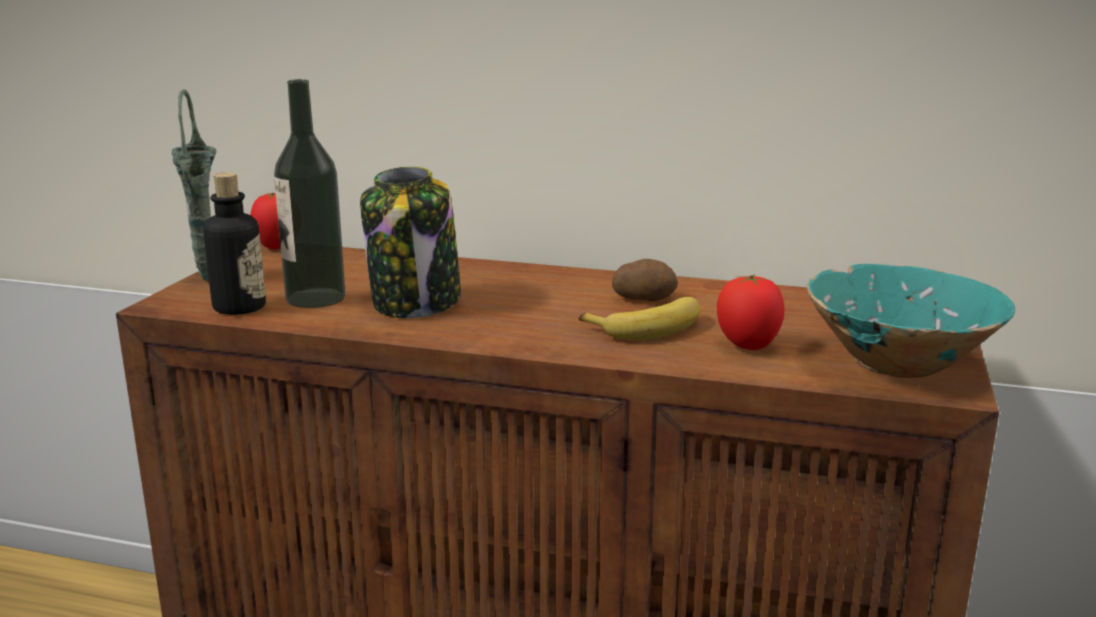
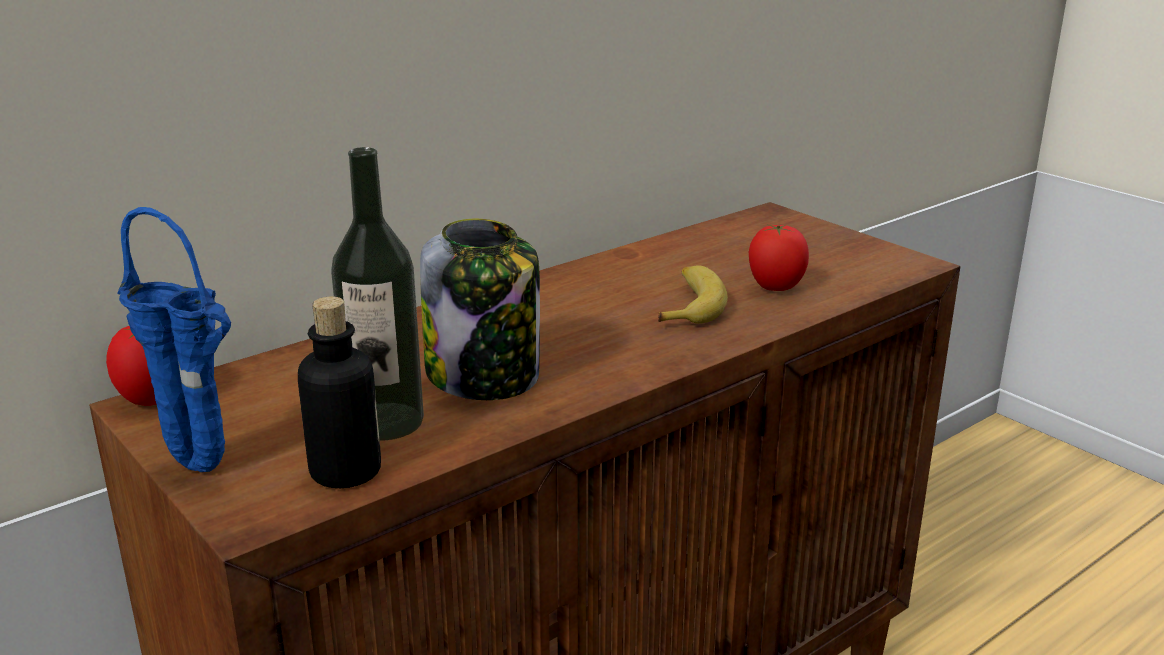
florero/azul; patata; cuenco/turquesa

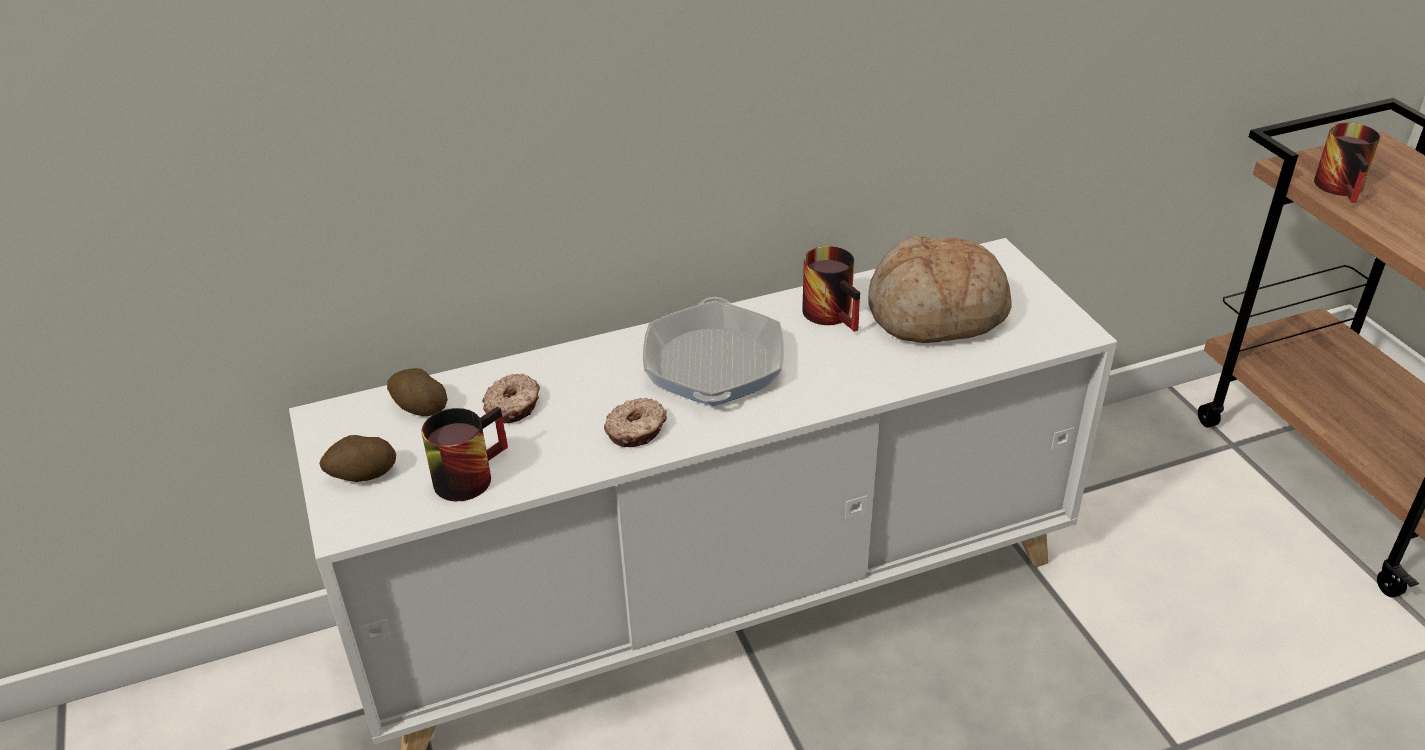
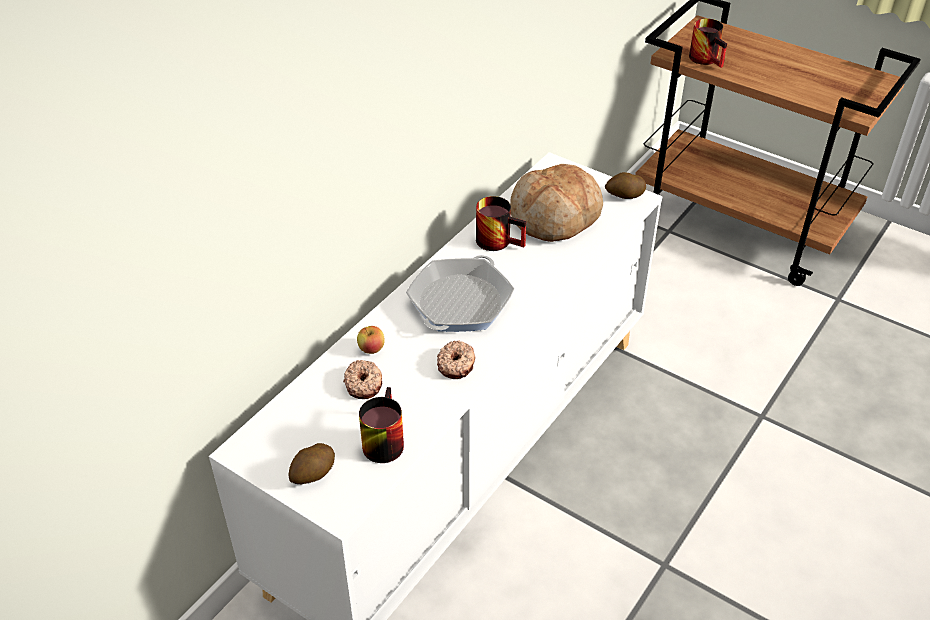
patata (no. 2 from left); sartén; manzana

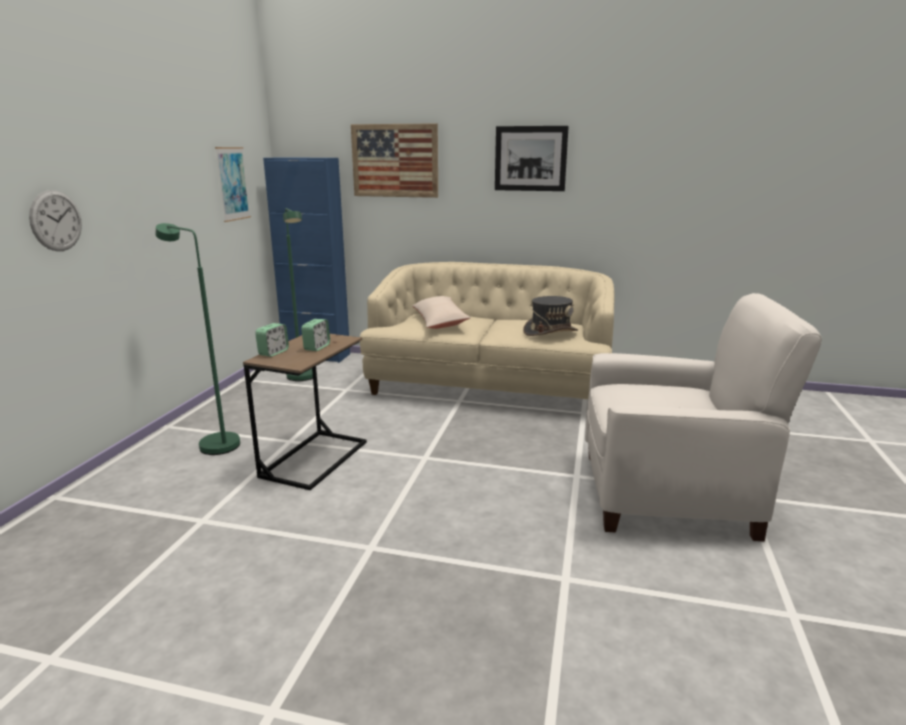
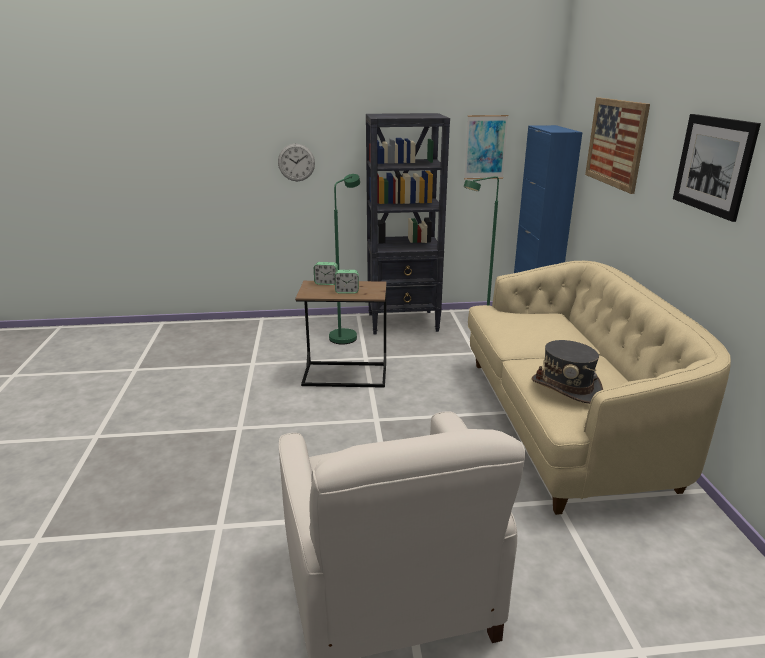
cojín/beis; estantería/negro

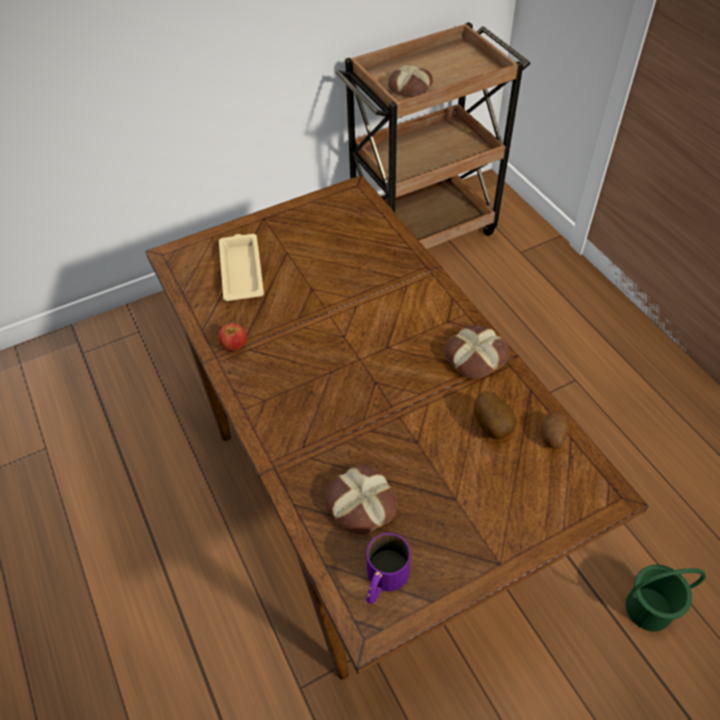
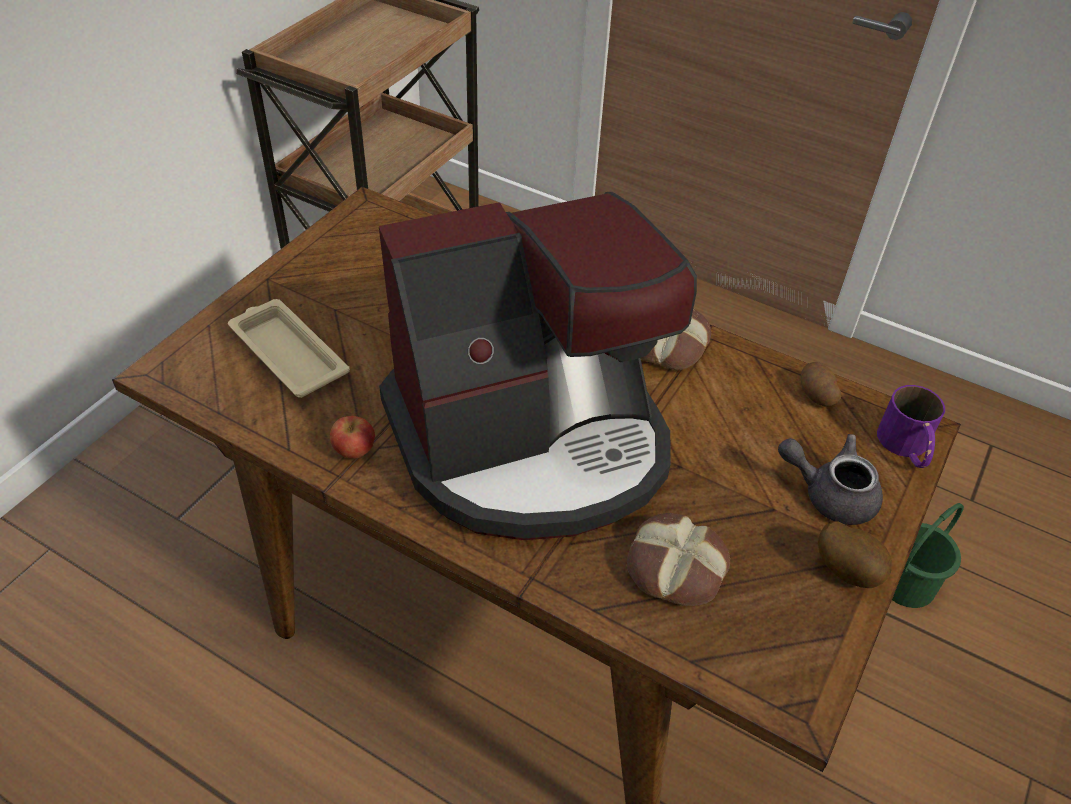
taza grande/morado; pan (no. 2 from left in the first image); patata (no. 2 from left); cafetera; tetera/gris

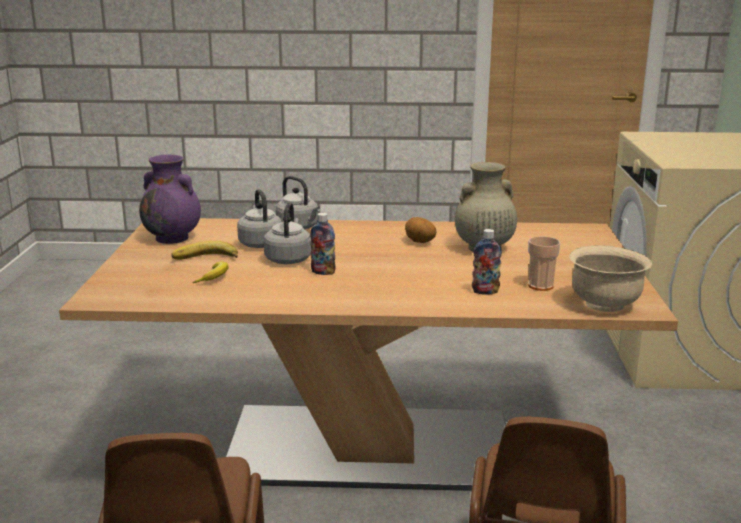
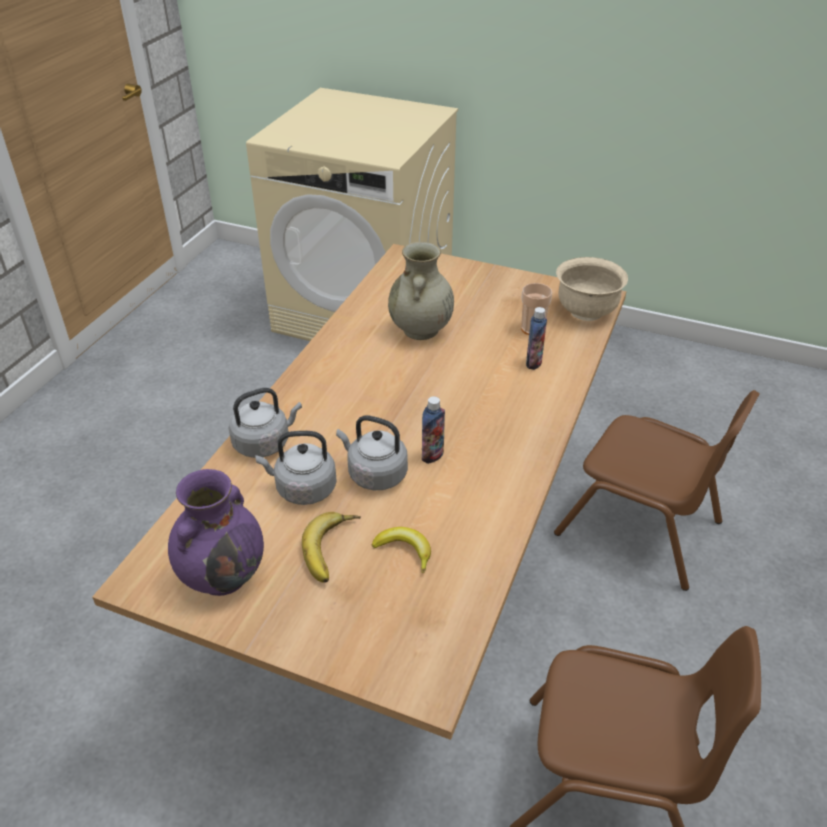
patata

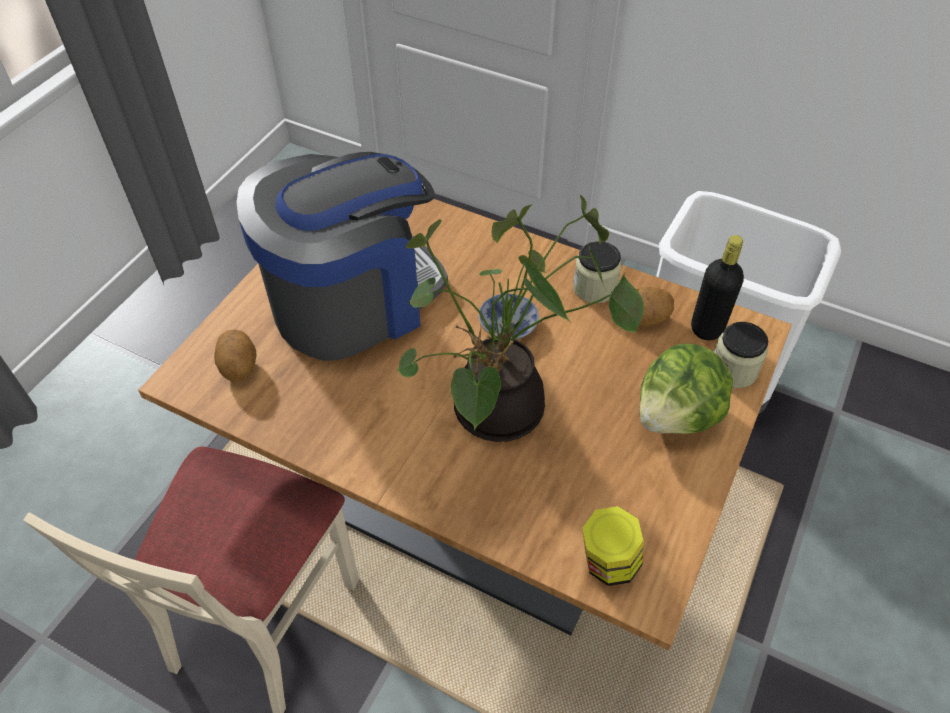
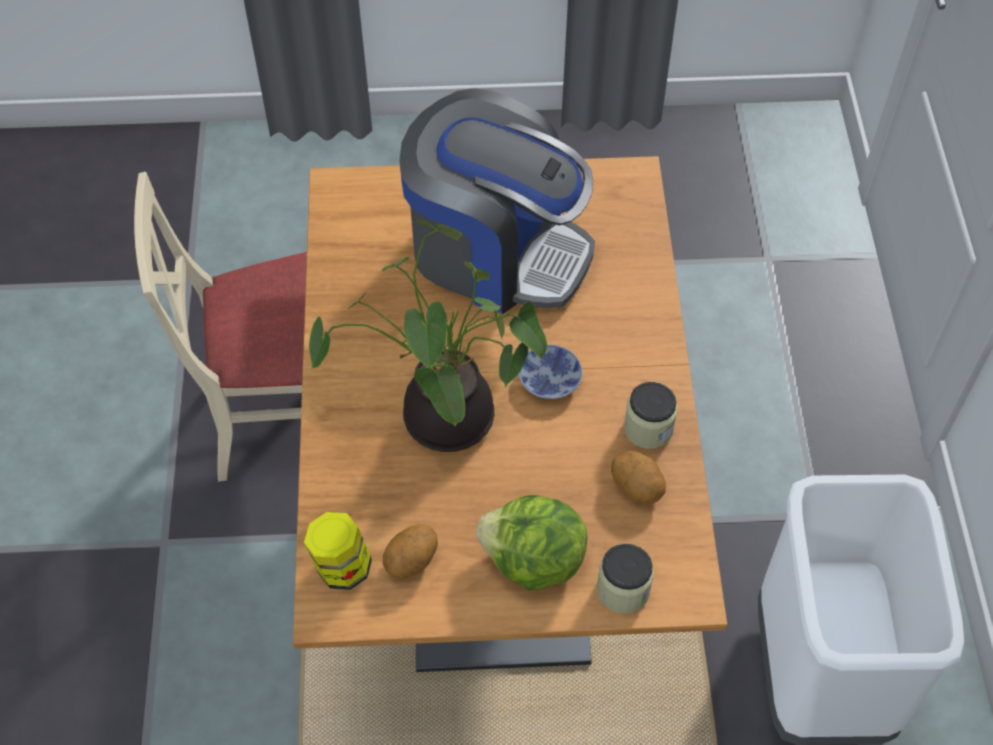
patata (no. 1 from left); botella/negro

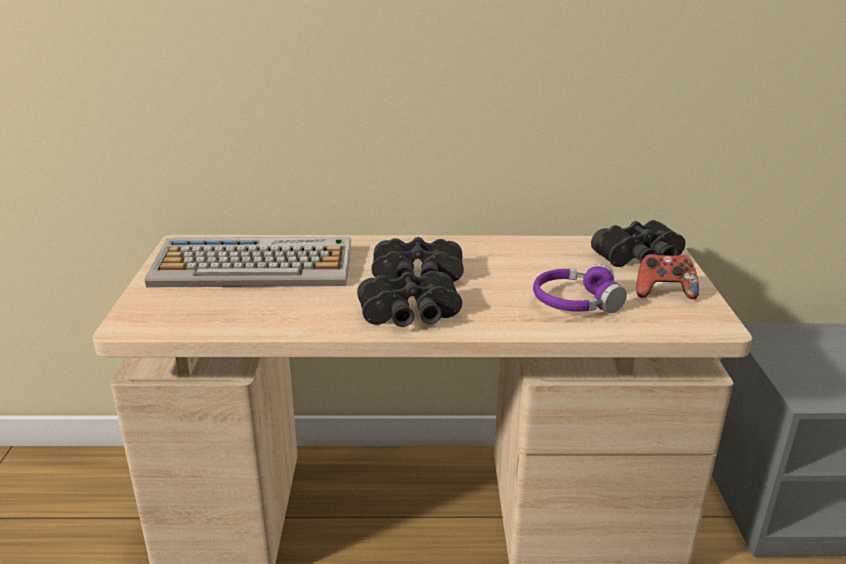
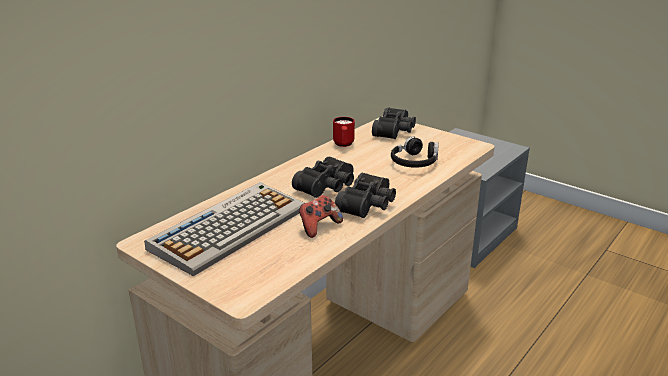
auriculares/negro; mando de consola; taza grande/rojo

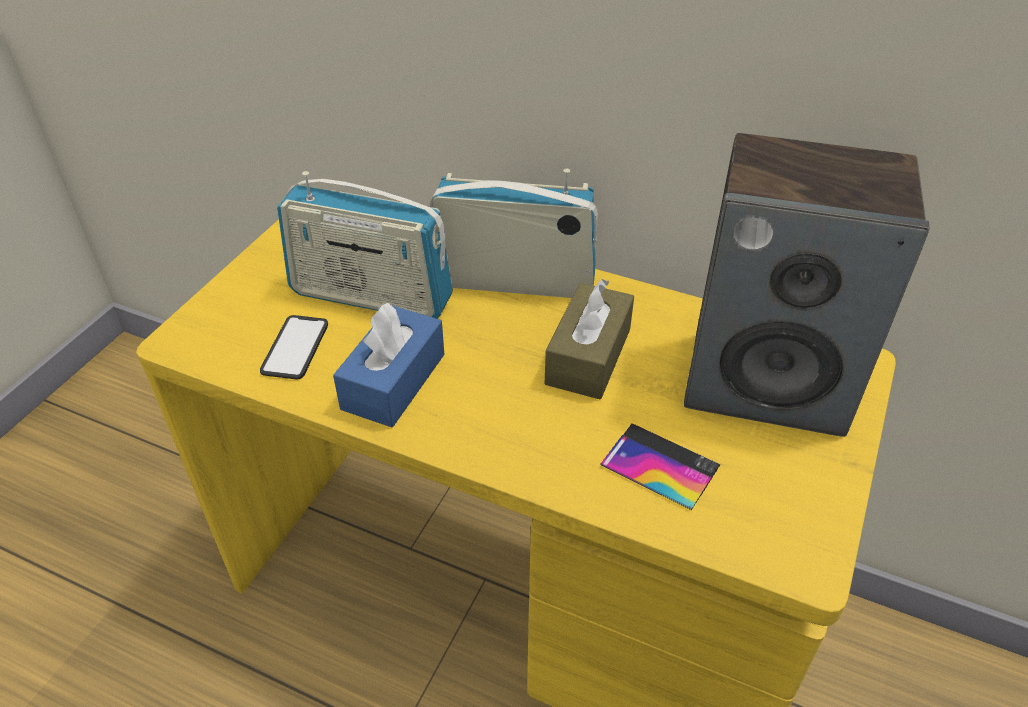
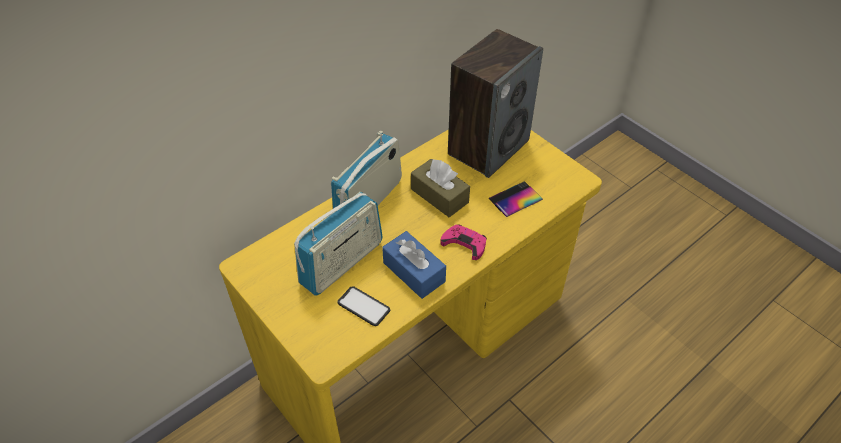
mando de consola/rosa

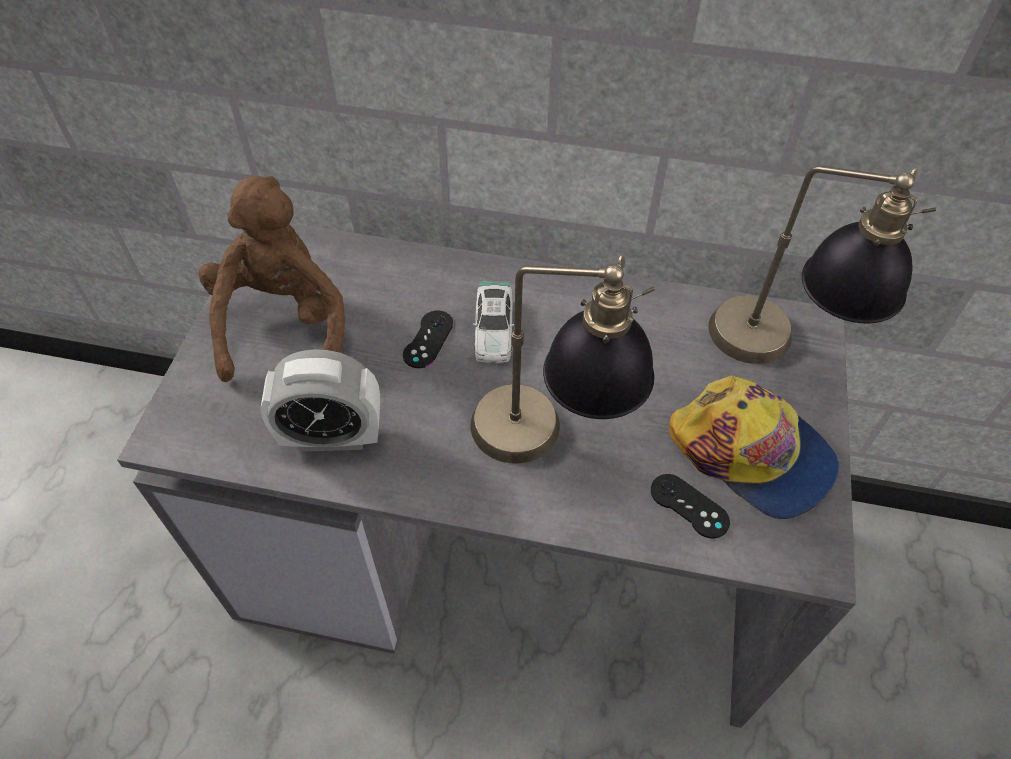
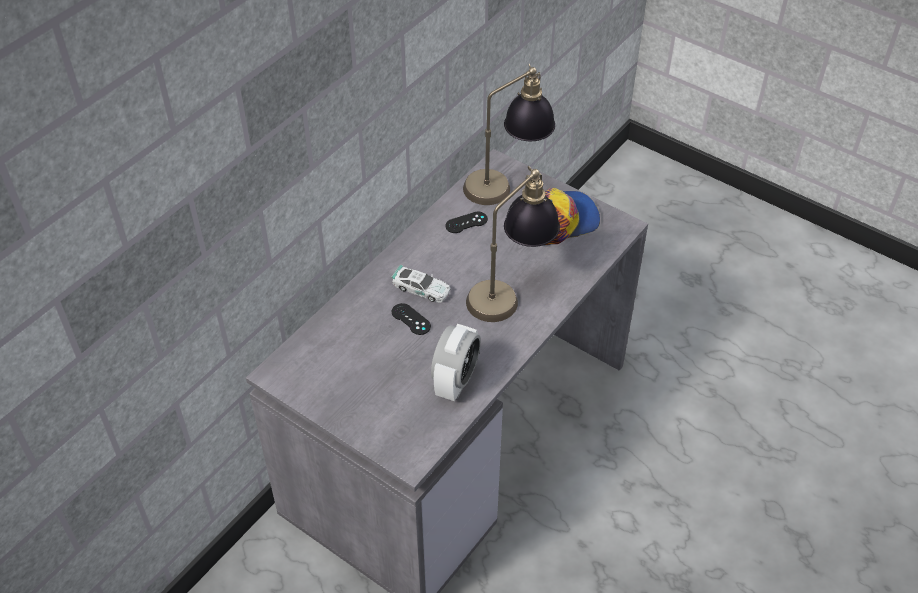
peluche/marrón; mando de consola/negro (no. 2 from left)

